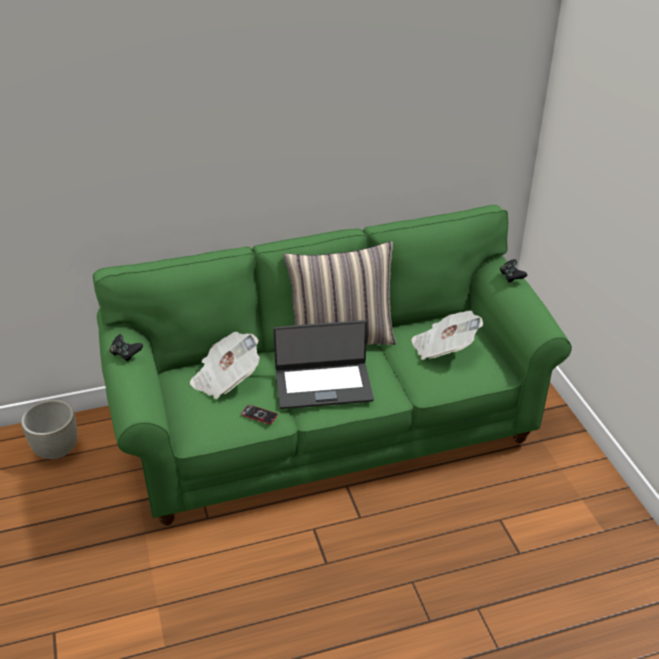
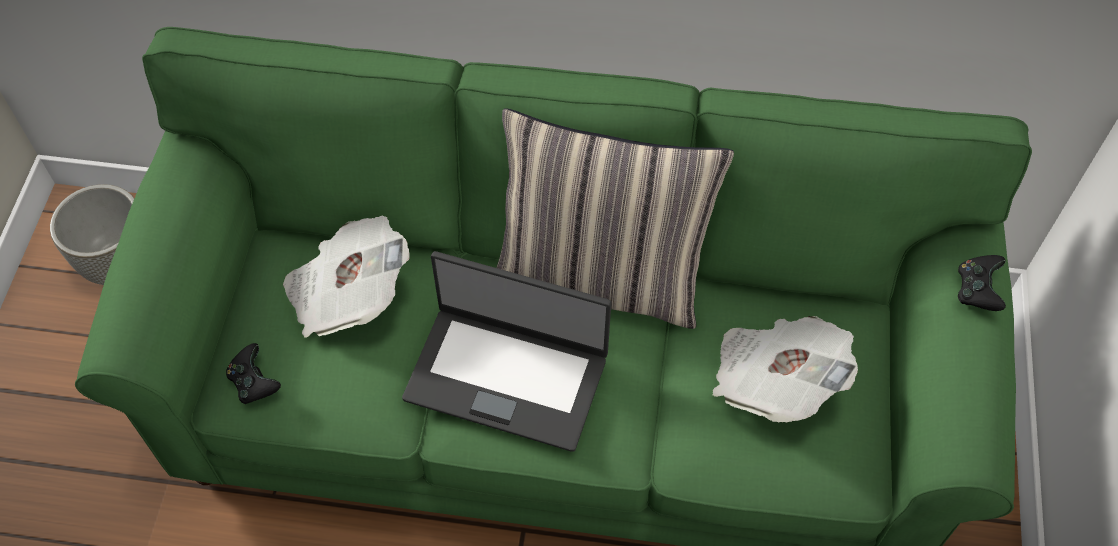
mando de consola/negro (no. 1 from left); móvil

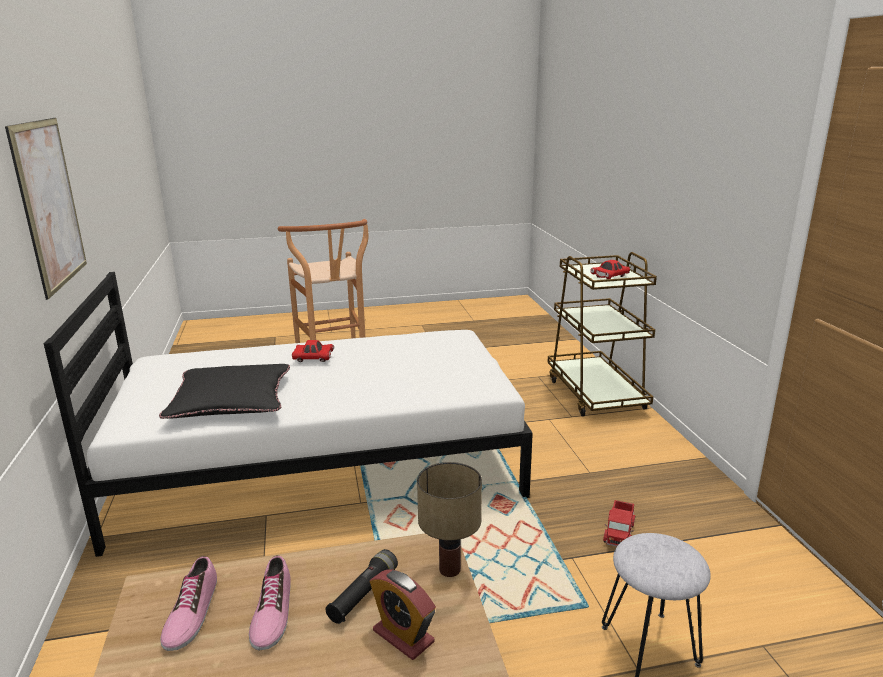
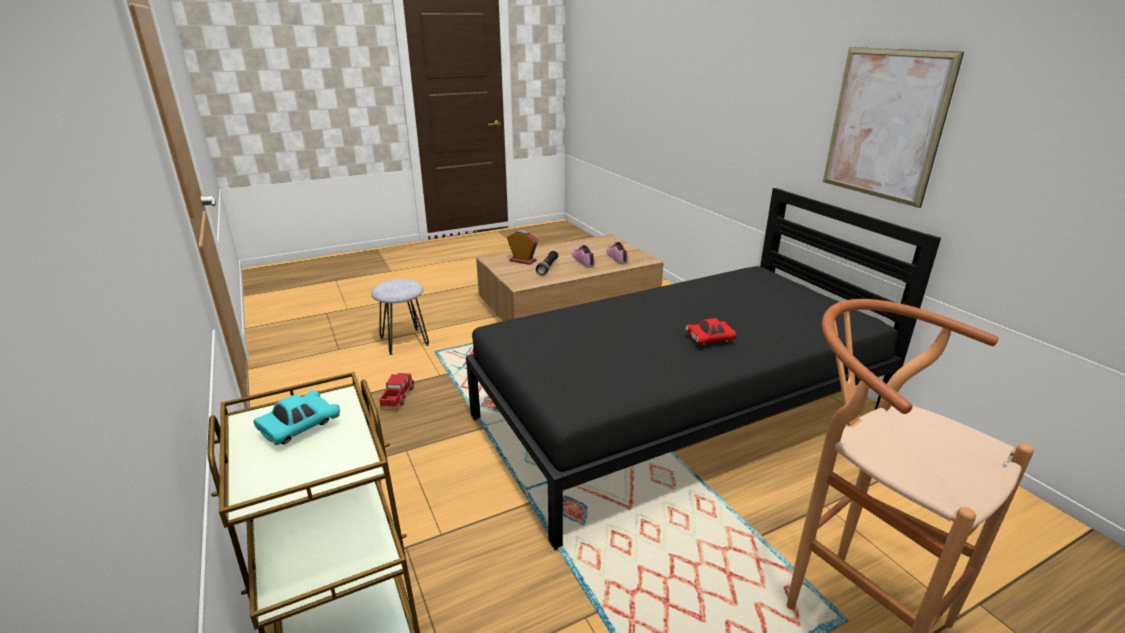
cama/negro; cojín/negro; lámpara de mesa; coche de juguete/turquesa

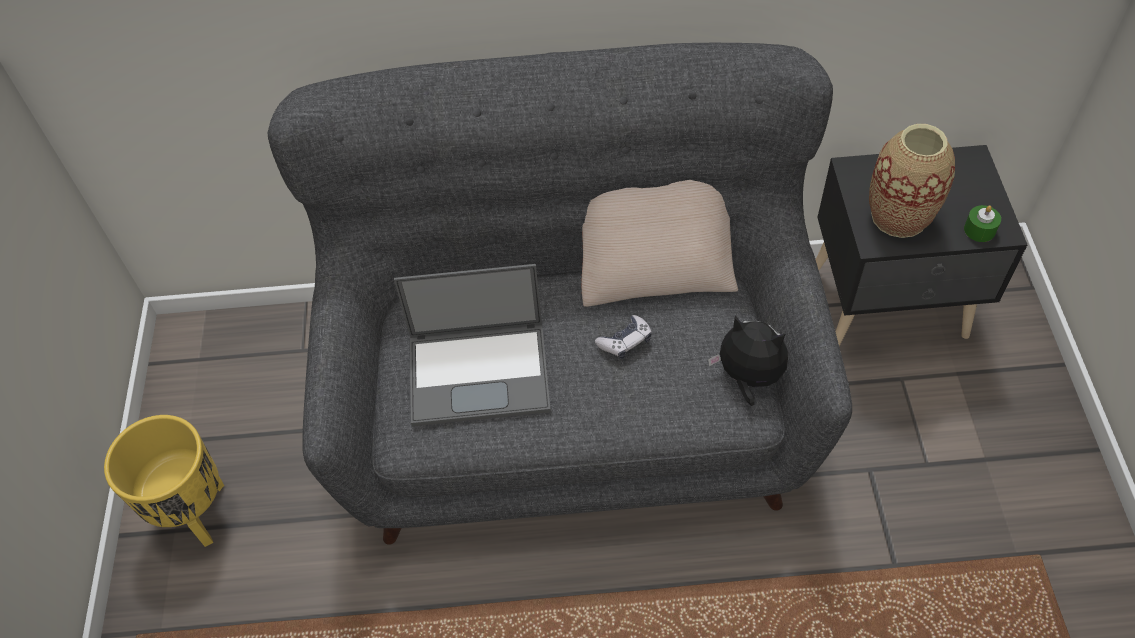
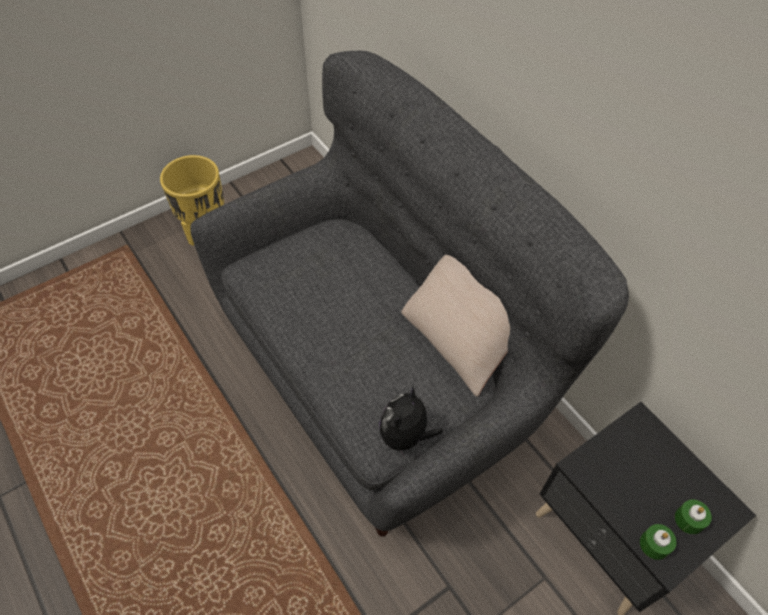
portátil; mando de consola; peluche; florero; vela/verde (no. 2 from left)

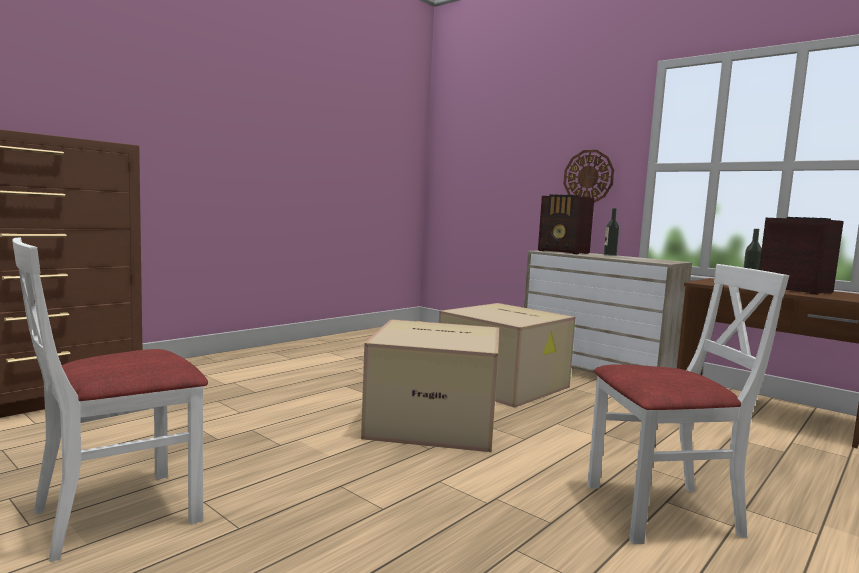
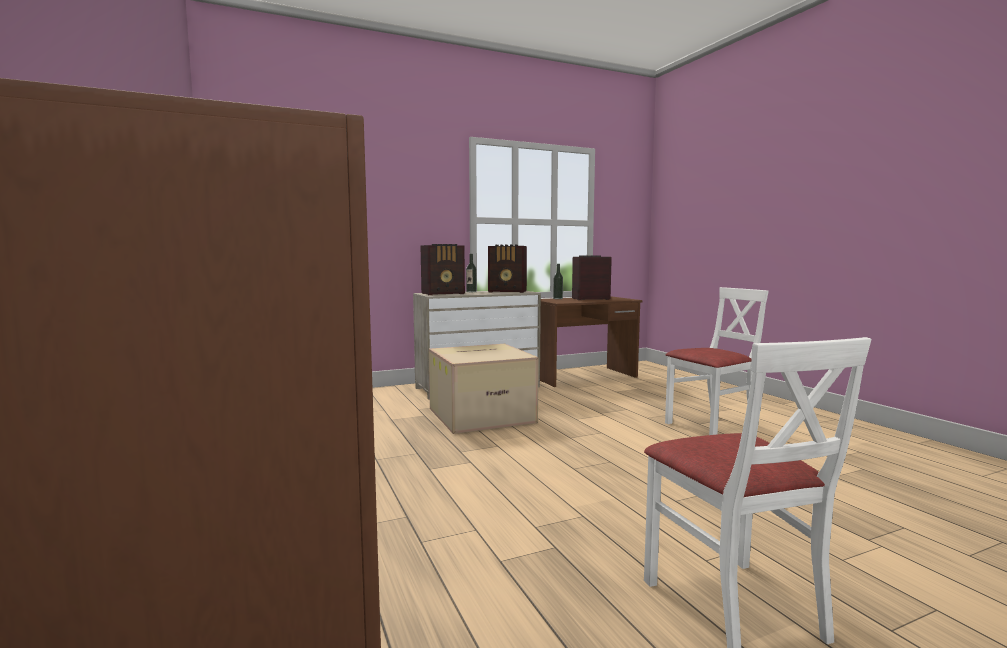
caja de cartón (no. 1 from left in the first image); reloj de pared; silla/blanco (no. 1 from left); radio (no. 2 from left)

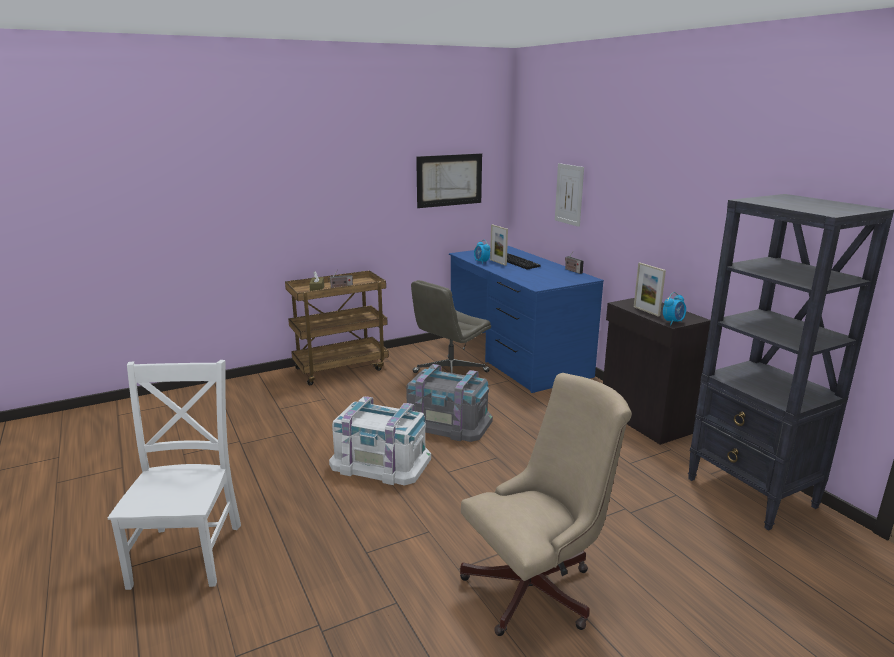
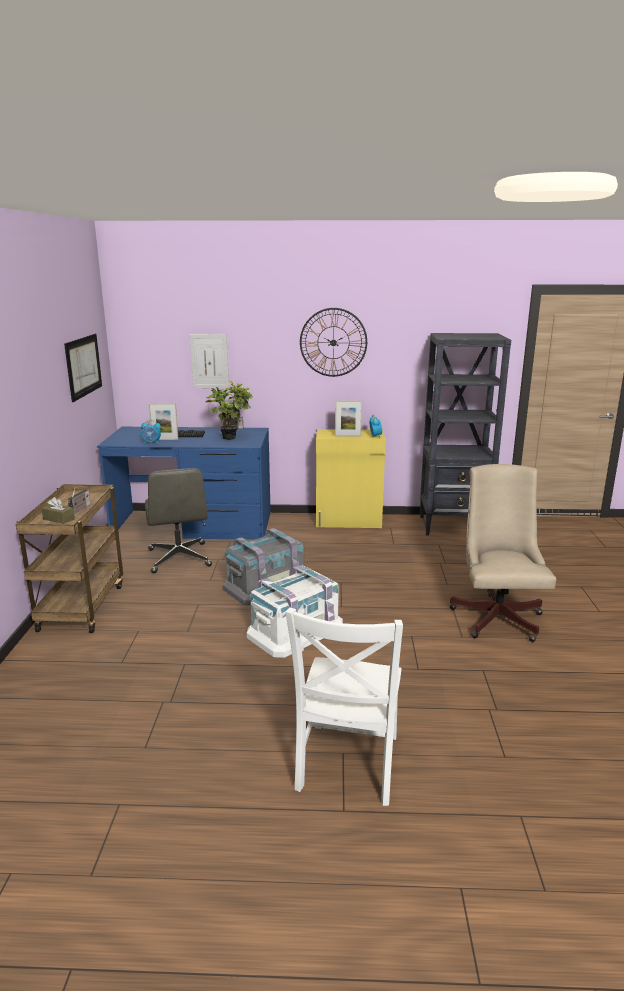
silla/blanco; armario/amarillo; planta en maceta; reloj de pared

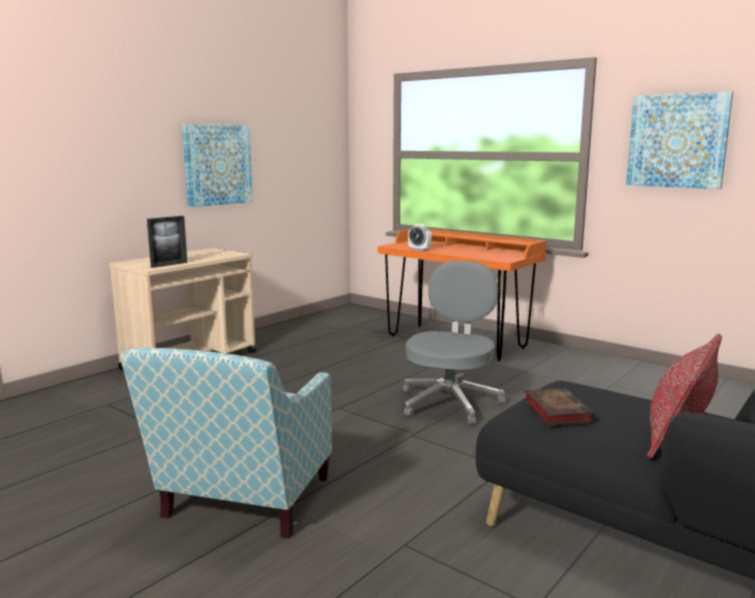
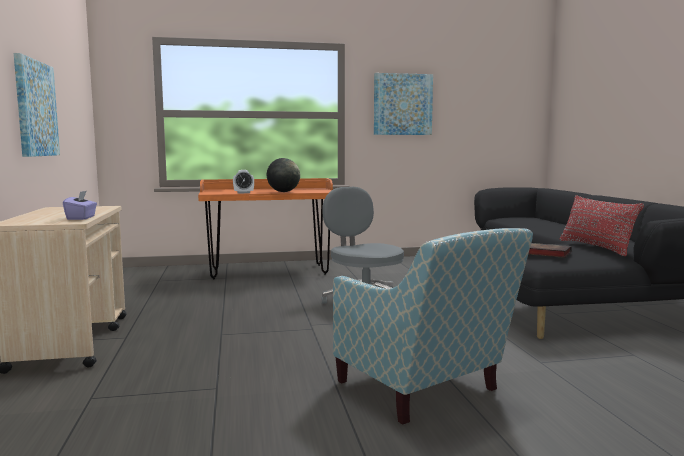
caja de pañuelos/morado; globo terráqueo

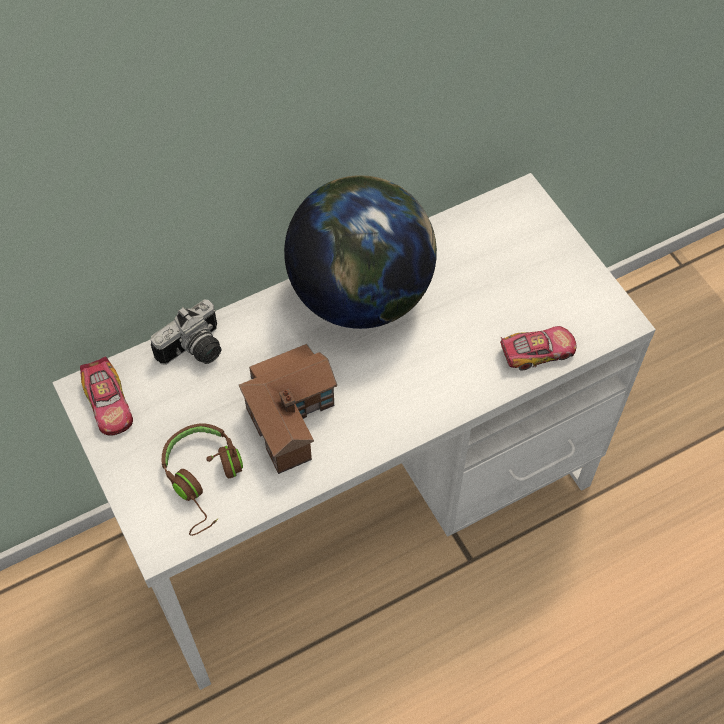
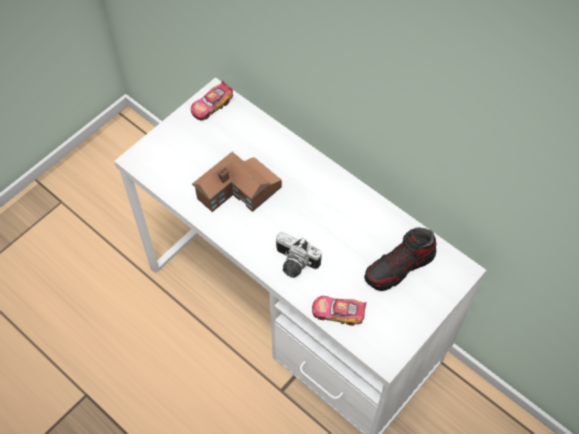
cámara; auriculares/marrón; globo terráqueo; coche de juguete (no. 2 from left); zapato

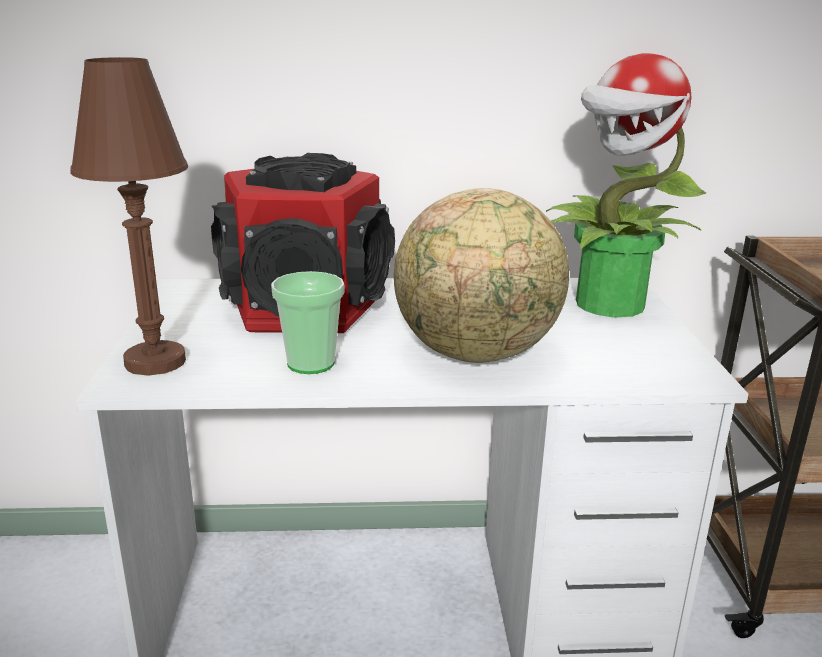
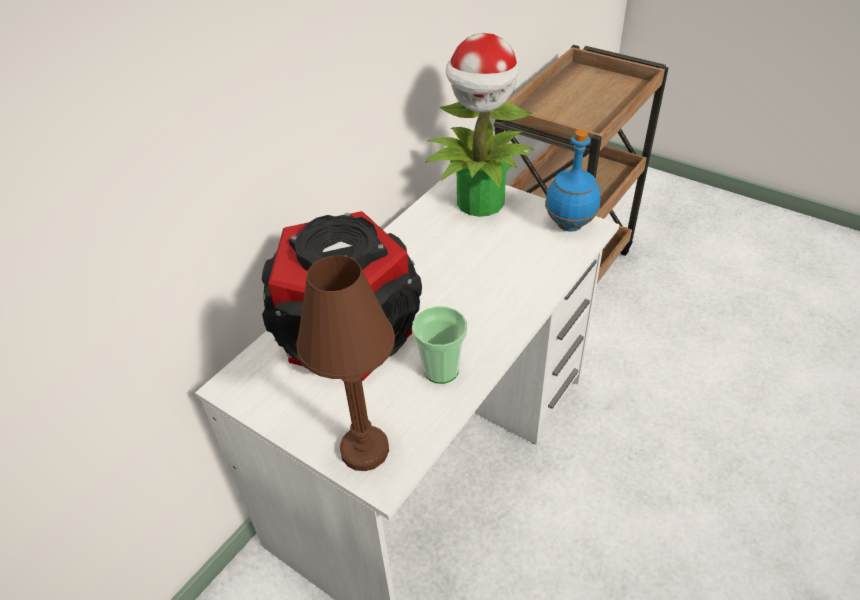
globo terráqueo; botella/azul

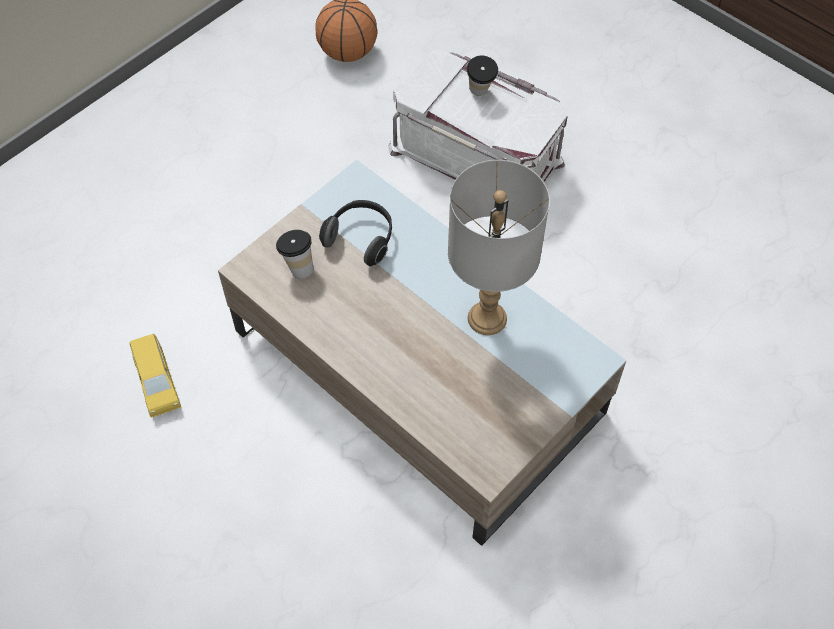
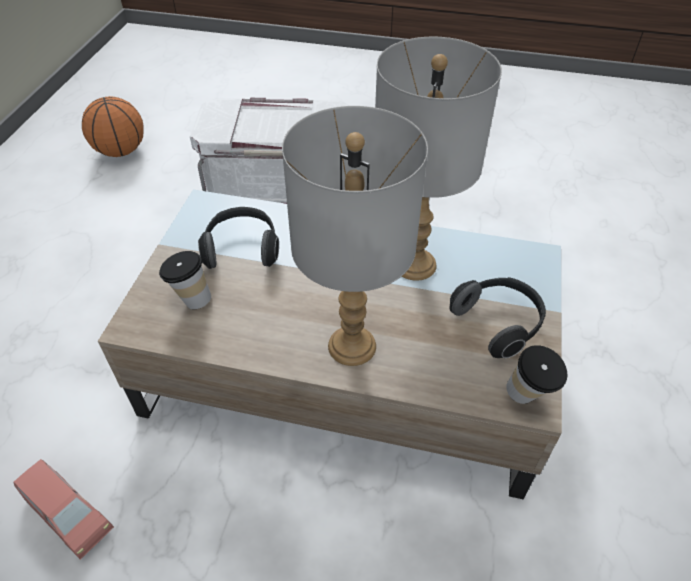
coche de juguete/rosa; taza (no. 2 from left); lámpara de mesa/gris (no. 1 from left); auriculares (no. 2 from left)

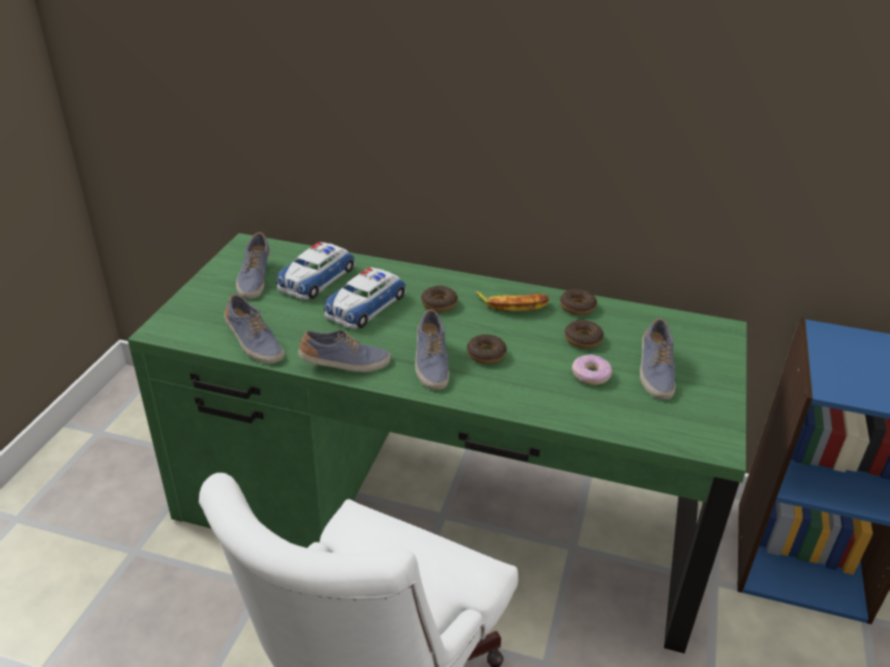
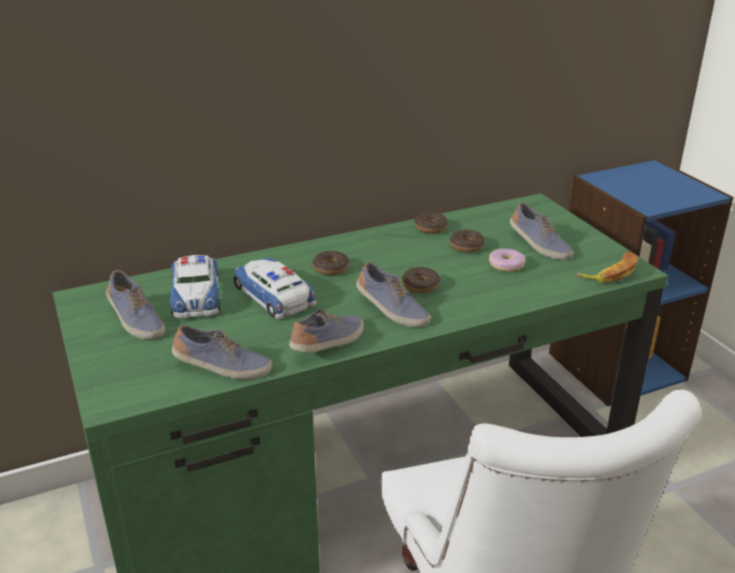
coche de juguete (no. 2 from left); plátano

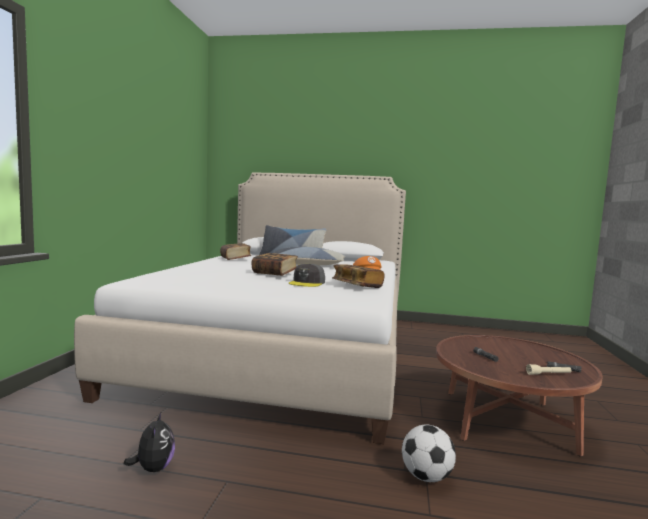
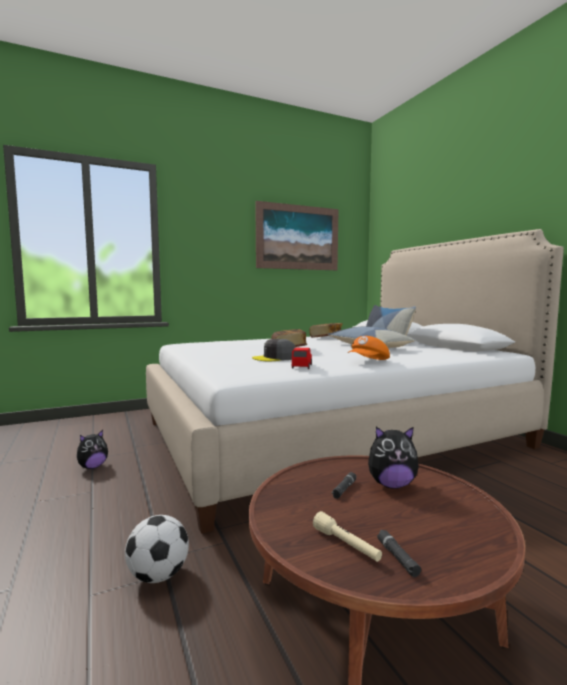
coche de juguete/rojo; cuadro; peluche (no. 2 from left)

